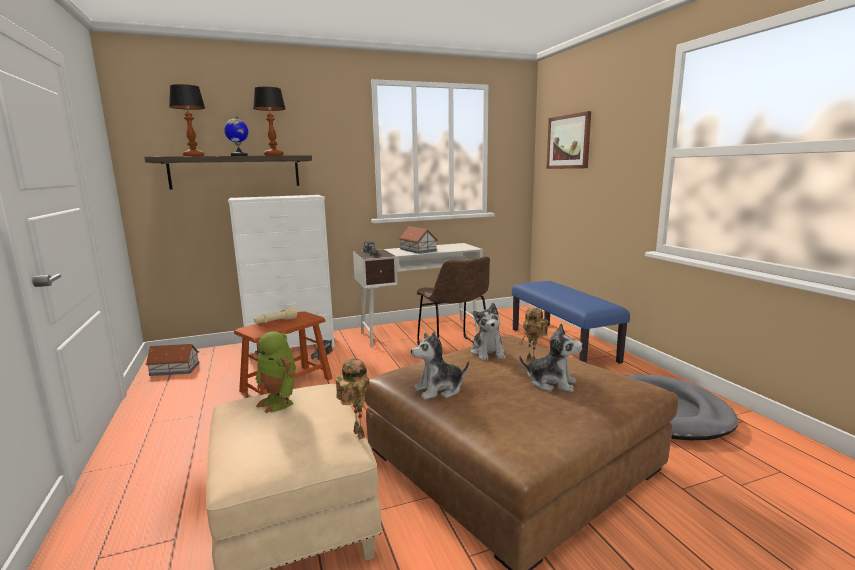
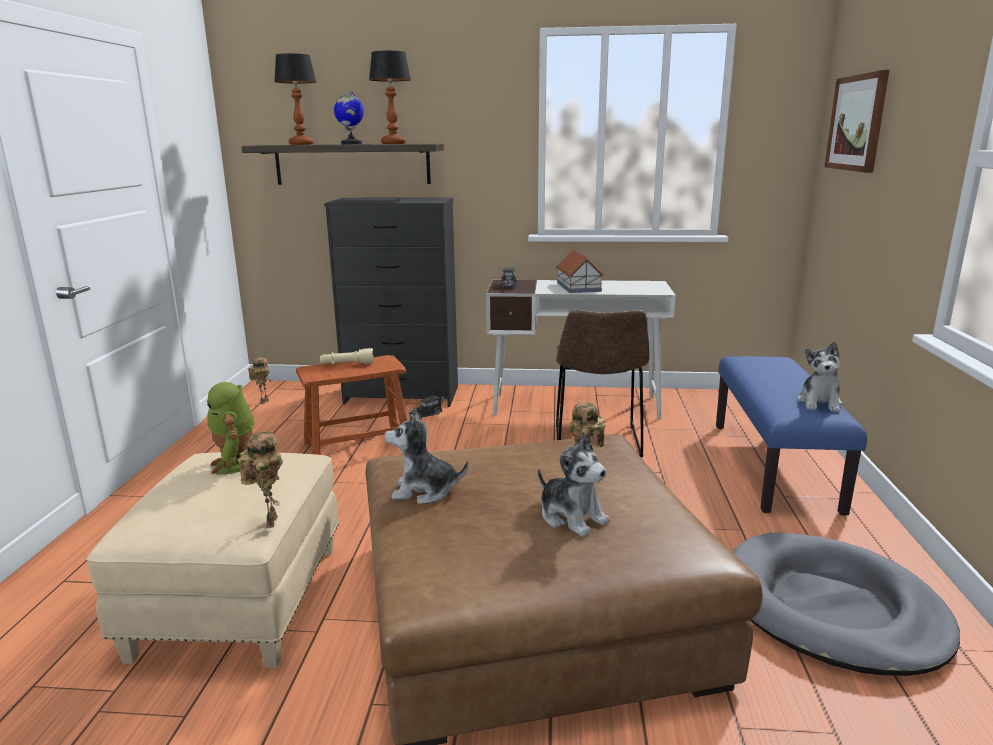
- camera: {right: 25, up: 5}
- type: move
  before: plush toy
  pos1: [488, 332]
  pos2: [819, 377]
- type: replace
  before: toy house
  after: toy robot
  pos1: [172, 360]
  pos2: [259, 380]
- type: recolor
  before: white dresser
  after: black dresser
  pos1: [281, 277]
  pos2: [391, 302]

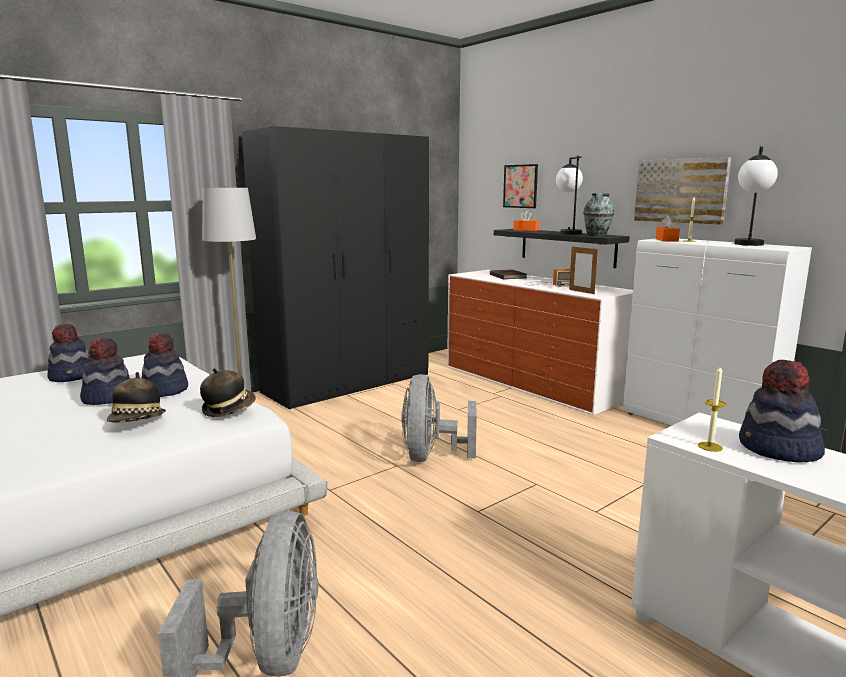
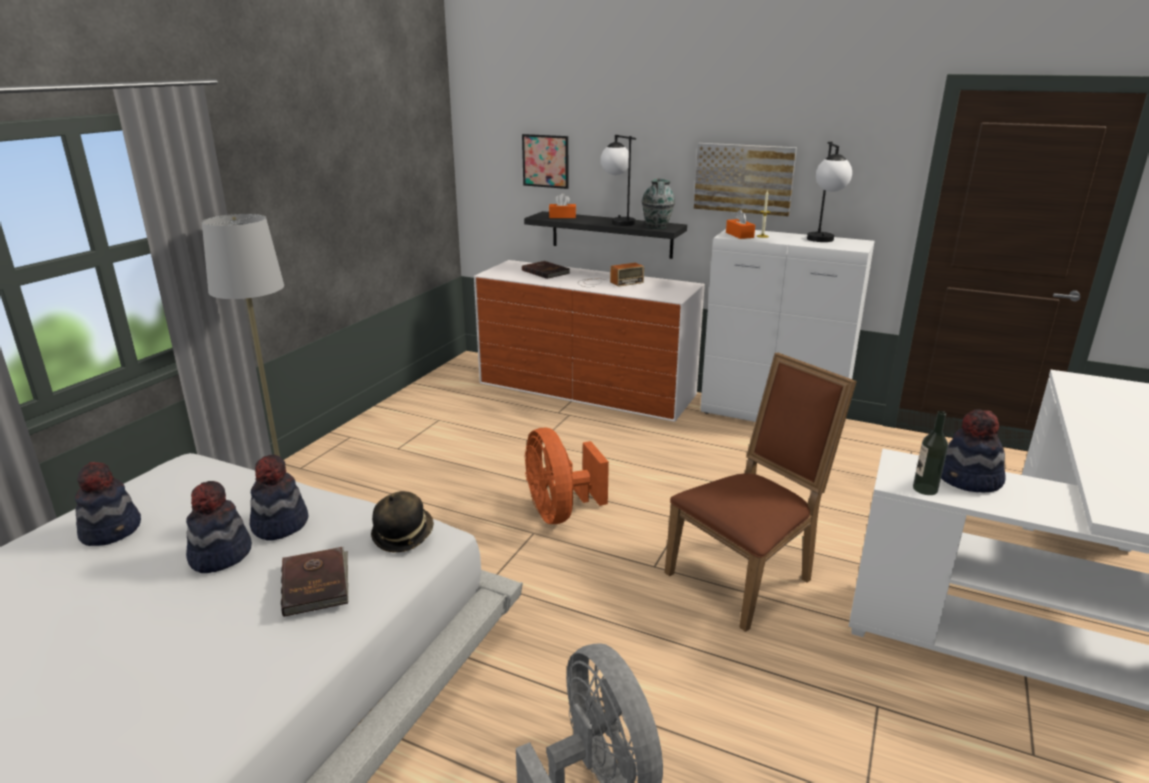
- camera: {right: -25, up: 10}
- type: delete
  before: black wardrobe
  pos1: [335, 268]
- type: delete
  before: picture frame
  pos1: [583, 269]
- type: insert
  after: brown chair
  pos2: [761, 492]
- type: replace
  before: hat
  after: brown book
  pos1: [136, 397]
  pos2: [314, 581]
- type: replace
  before: candle
  after: bottle
  pos1: [712, 409]
  pos2: [930, 453]
- type: recolor
  before: grey fan
  after: orange fan
  pos1: [439, 418]
  pos2: [567, 476]

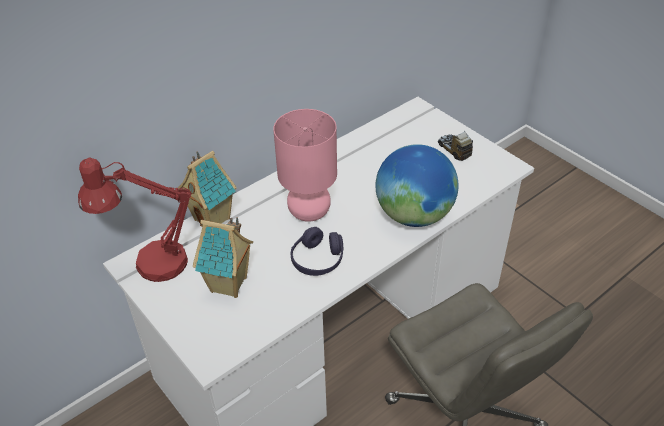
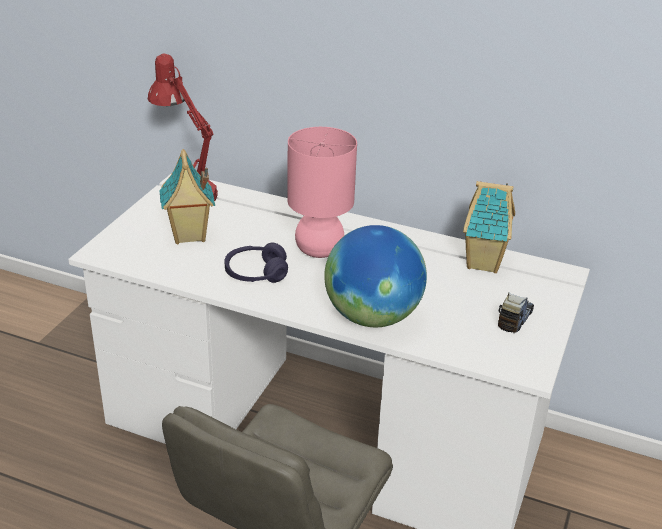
- camera: {right: 60, up: -10}
- type: move
  before: toy house
  pos1: [207, 189]
  pos2: [489, 227]

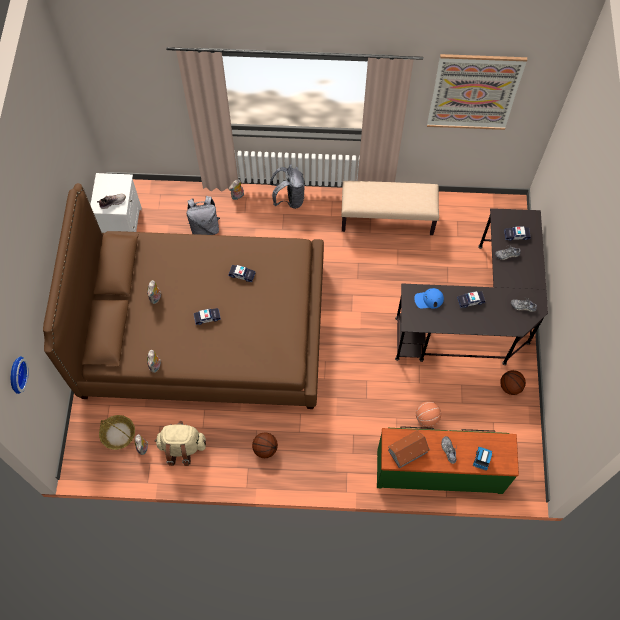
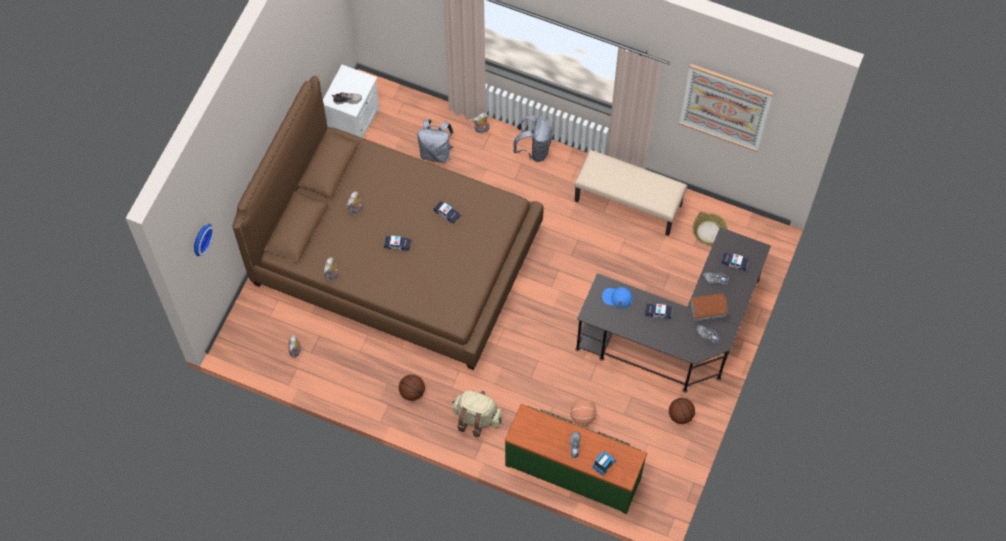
- camera: {right: 20, up: 0}
- type: move
  before: basket
  pos1: [117, 432]
  pos2: [710, 228]
- type: move
  before: beige backpack
  pos1: [180, 443]
  pos2: [477, 413]
- type: move
  before: toy house
  pos1: [409, 449]
  pos2: [709, 307]

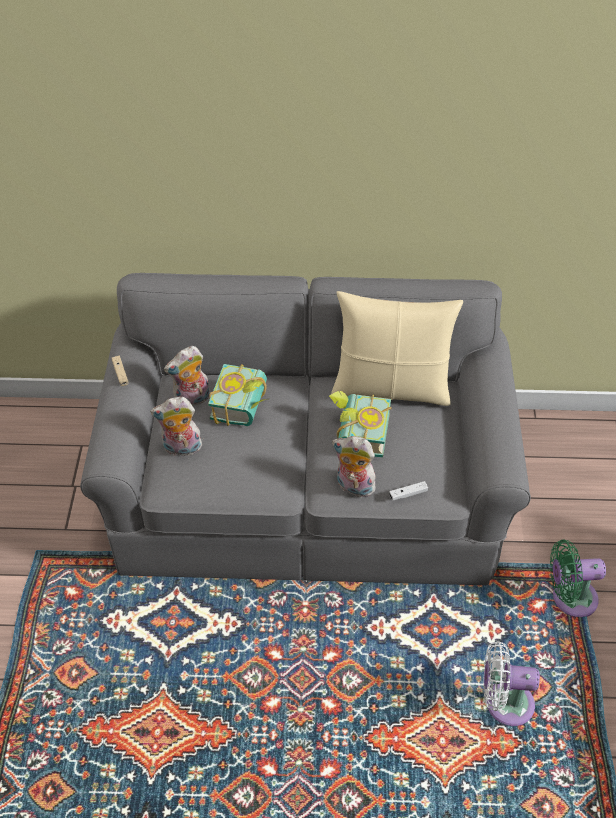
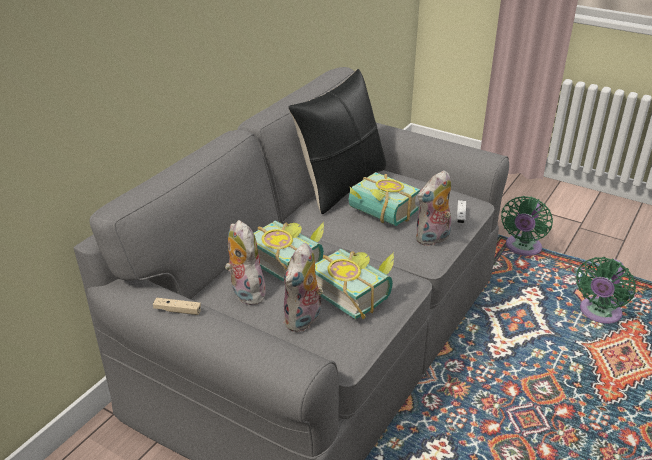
- camera: {right: -60, up: -15}
- type: insert
  after: book
  pos2: [354, 284]
- type: recolor
  before: beige pillow
  after: black pillow
  pos1: [397, 348]
  pos2: [337, 142]
- type: recolor
  before: white fan
  after: green fan
  pos1: [511, 683]
  pos2: [606, 290]
- type: rotate
  before: plush toy
  pos1: [187, 375]
  pos2: [245, 262]
  turn: 150

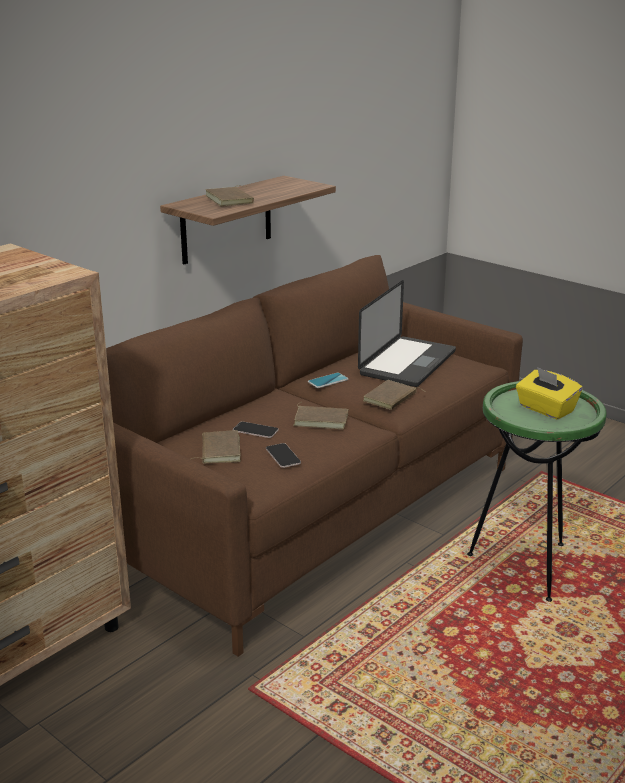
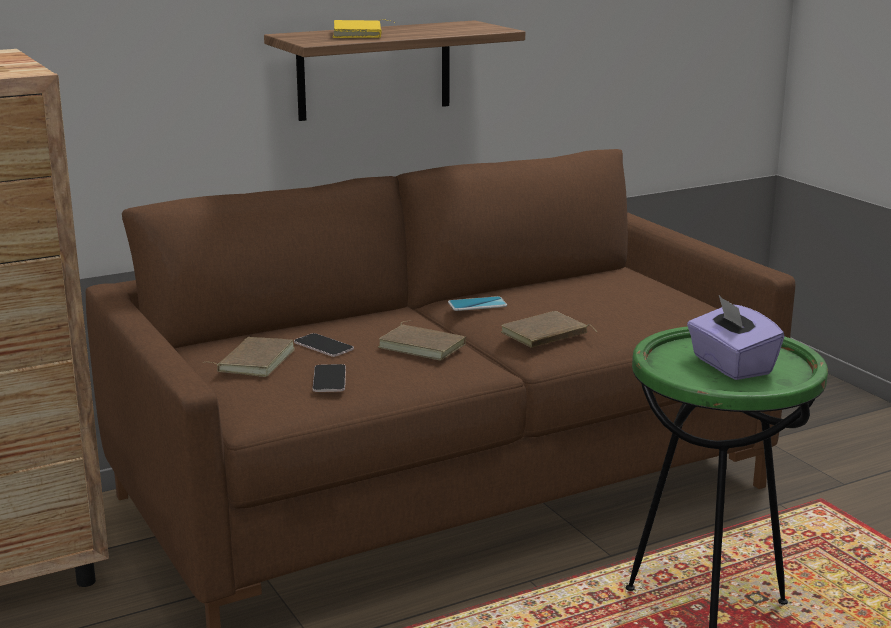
- camera: {right: 20, up: -5}
- type: delete
  before: laptop
  pos1: [407, 333]
- type: recolor
  before: brown book
  after: yellow book
  pos1: [230, 196]
  pos2: [363, 28]
- type: recolor
  before: yellow tissue box
  after: purple tissue box
  pos1: [549, 393]
  pos2: [736, 338]

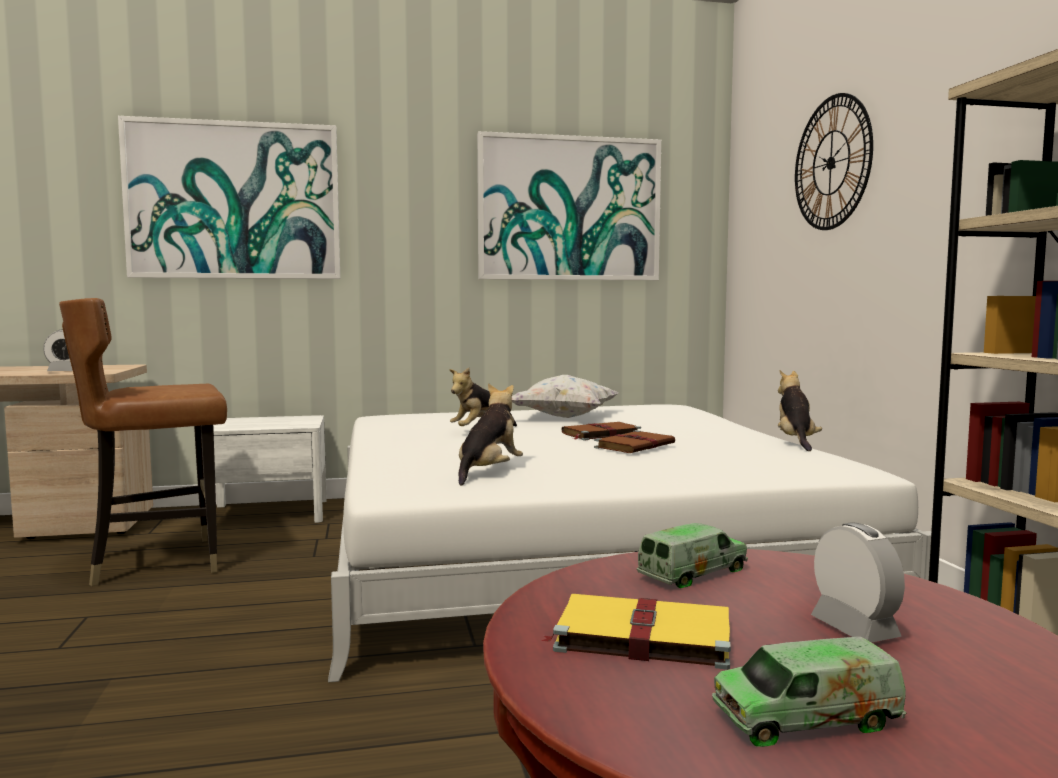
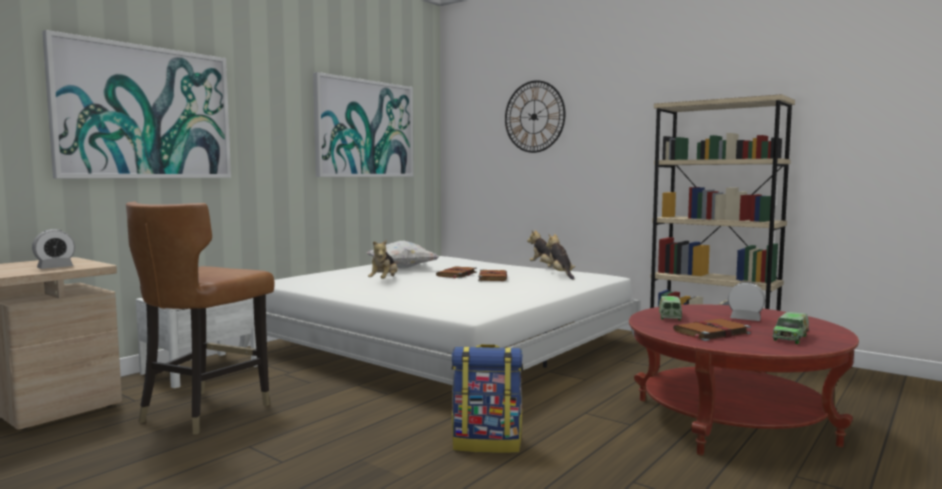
- camera: {right: -40, up: 0}
- type: insert
  after: backpack
  pos2: [487, 398]
- type: move
  before: plush toy
  pos1: [490, 434]
  pos2: [560, 257]
- type: recolor
  before: yellow book
  after: brown book
  pos1: [636, 632]
  pos2: [712, 330]

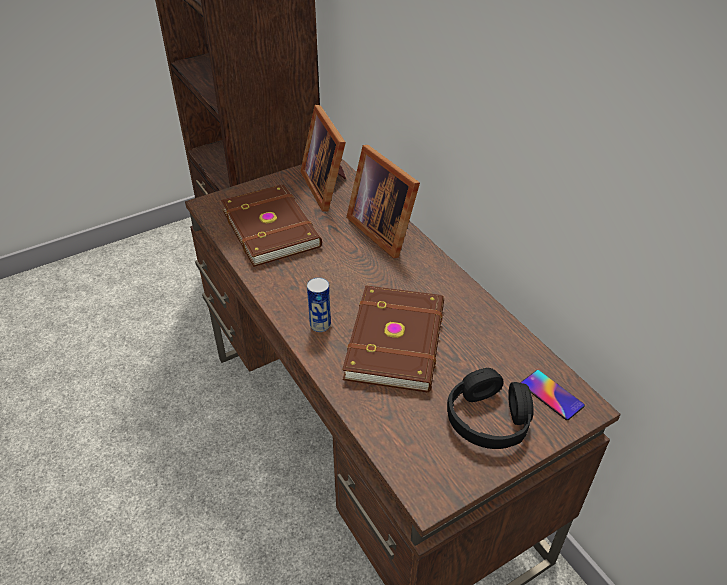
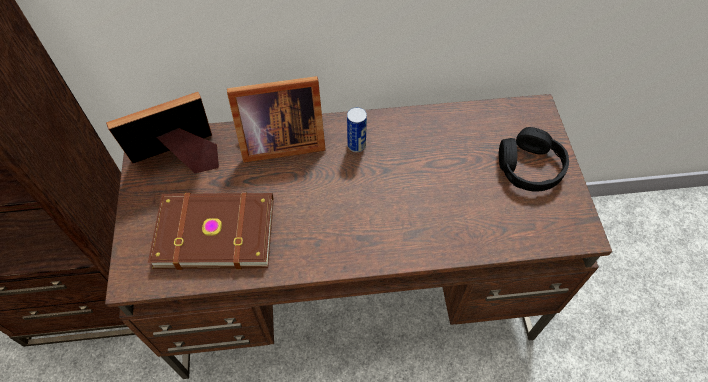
- camera: {right: -65, up: 15}
- type: delete
  before: brown book
  pos1: [393, 338]
- type: delete
  before: phone
  pos1: [552, 395]
- type: move
  before: can
  pos1: [319, 304]
  pos2: [357, 129]
- type: rotate
  before: picture frame
  pos1: [323, 158]
  pos2: [162, 132]
  turn: 150

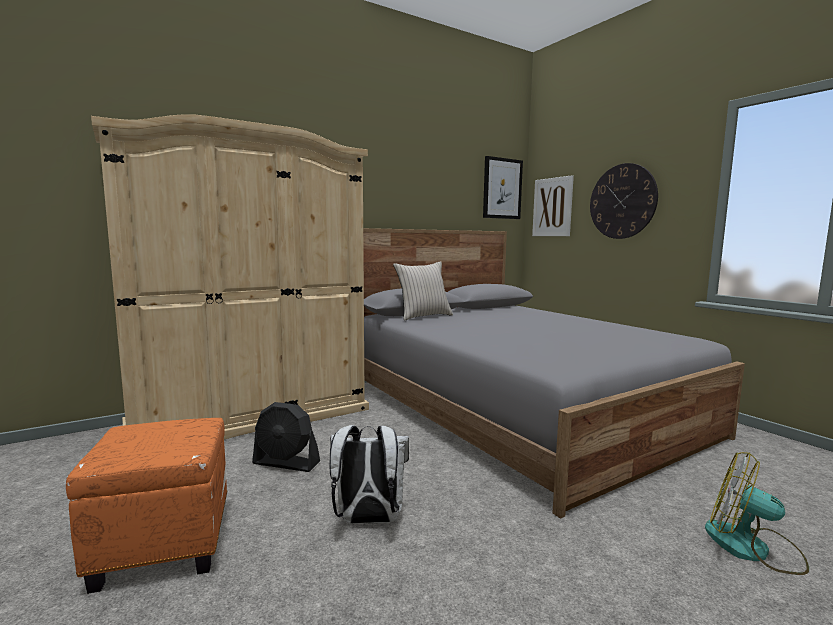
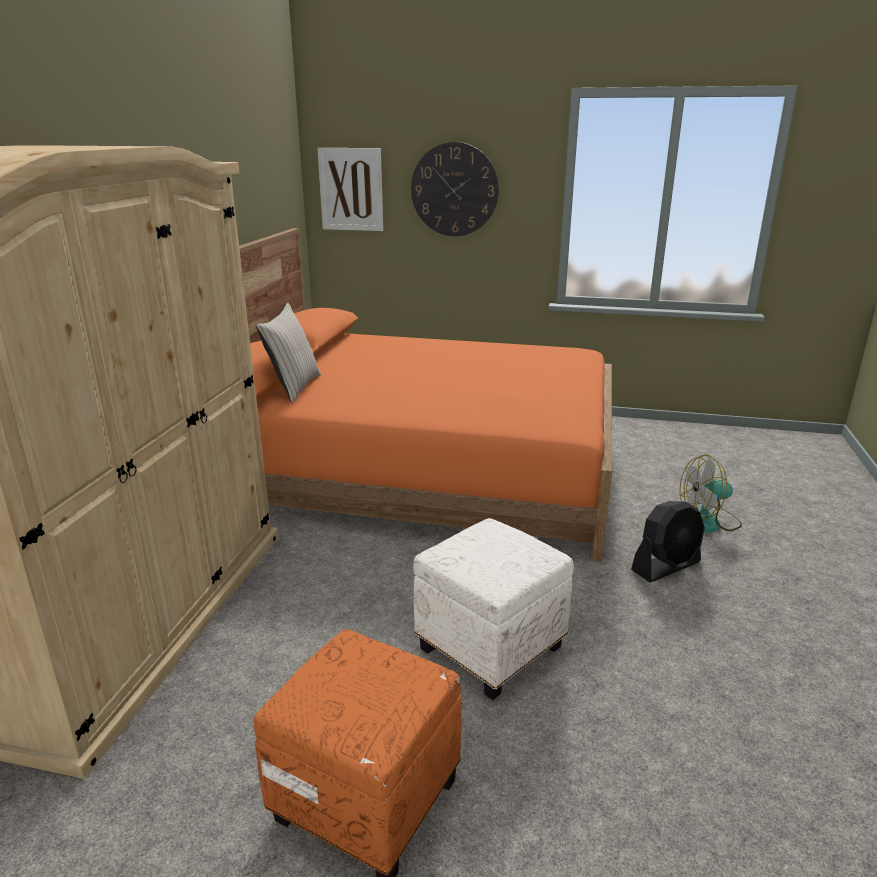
- camera: {right: -45, up: 15}
- type: delete
  before: picture
  pos1: [503, 187]
- type: move
  before: black fan
  pos1: [286, 437]
  pos2: [668, 541]
- type: replace
  before: white backpack
  after: white ottoman
  pos1: [369, 474]
  pos2: [493, 609]
- type: recolor
  before: grey bed
  after: orange bed
  pos1: [554, 373]
  pos2: [425, 395]

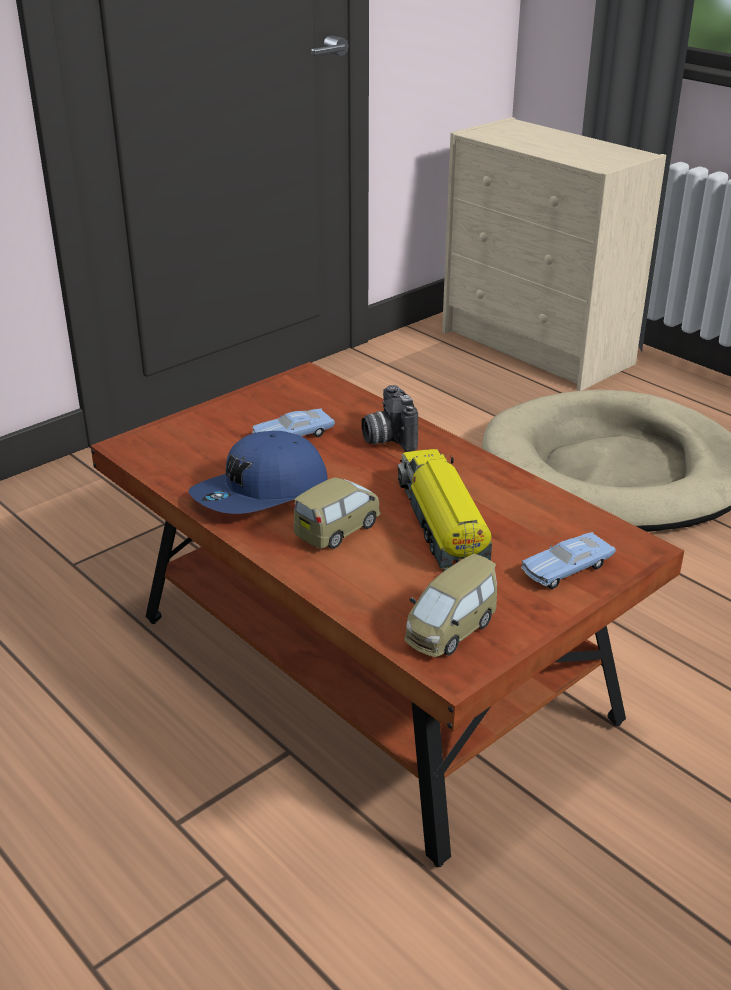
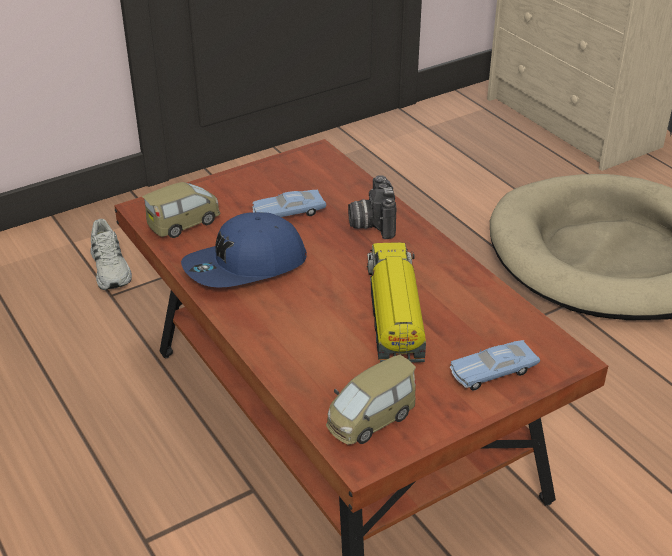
- camera: {right: 10, up: 5}
- type: insert
  after: white shoe
  pos2: [111, 254]
- type: move
  before: toy car
  pos1: [337, 513]
  pos2: [181, 210]

